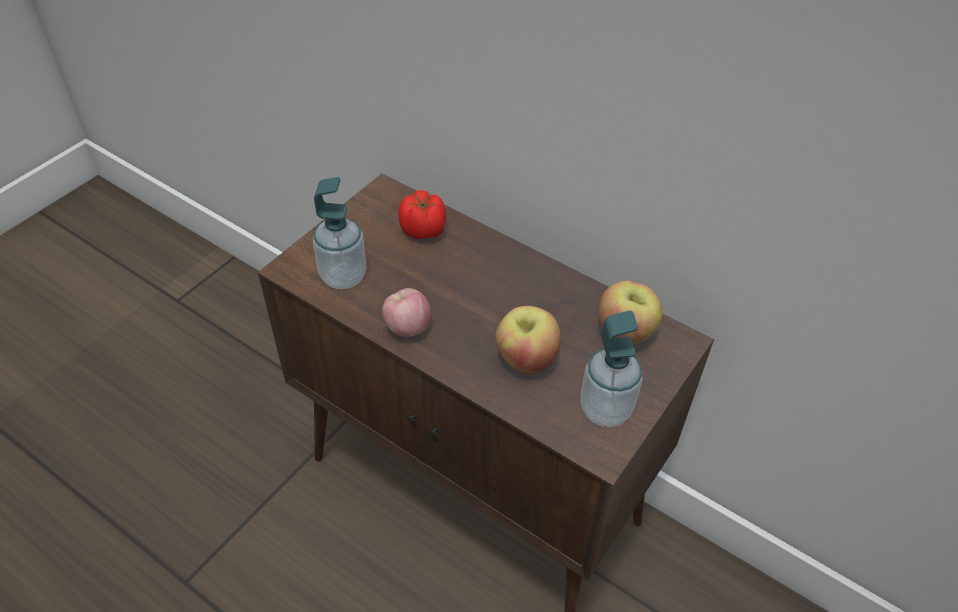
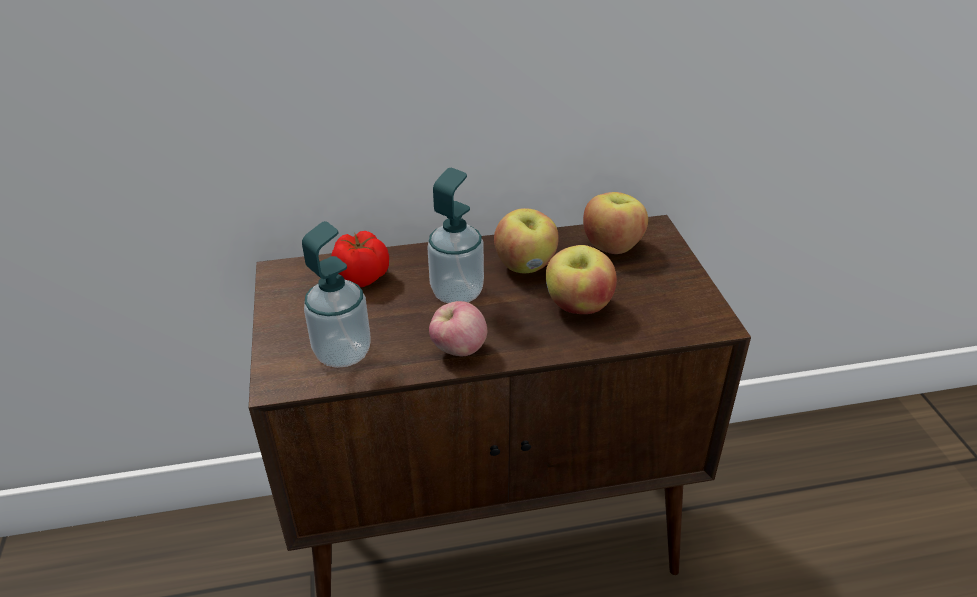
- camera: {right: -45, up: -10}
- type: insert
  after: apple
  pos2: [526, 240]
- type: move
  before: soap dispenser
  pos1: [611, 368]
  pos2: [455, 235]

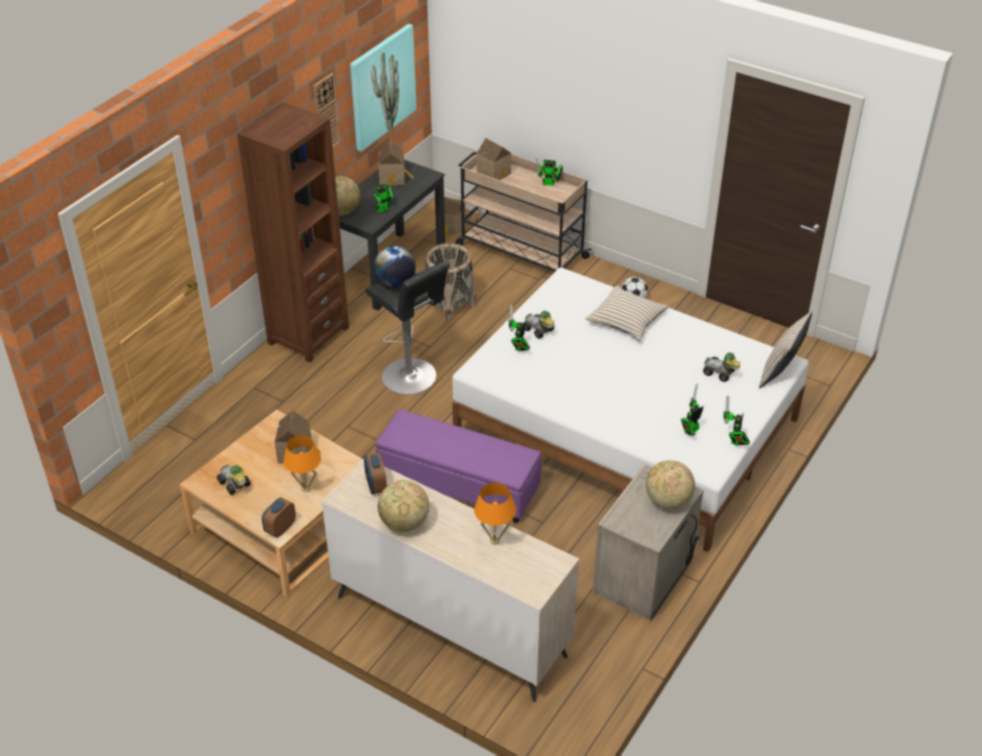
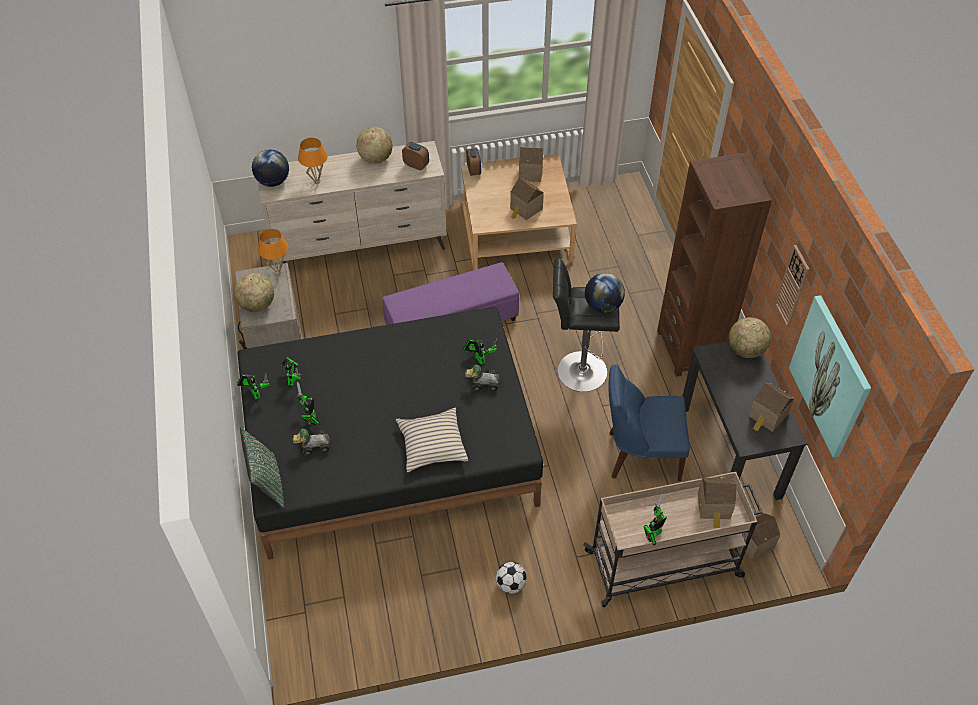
- camera: {right: 135, up: 10}
- type: insert
  after: globe
  pos2: [270, 168]
- type: move
  before: orange table lamp
  pos1: [302, 463]
  pos2: [273, 251]
- type: move
  before: toy robot
  pos1: [384, 198]
  pos2: [308, 403]
- type: replace
  before: toy car
  after: toy house
  pos1: [234, 480]
  pos2: [531, 164]
- type: replace
  before: basket
  after: blue chair
  pos1: [450, 282]
  pos2: [649, 422]
- type: recolor
  before: white bed
  after: black bed
  pos1: [630, 409]
  pos2: [390, 433]
- type: recolor
  before: beige pillow
  after: green pillow
  pos1: [785, 350]
  pos2: [262, 467]

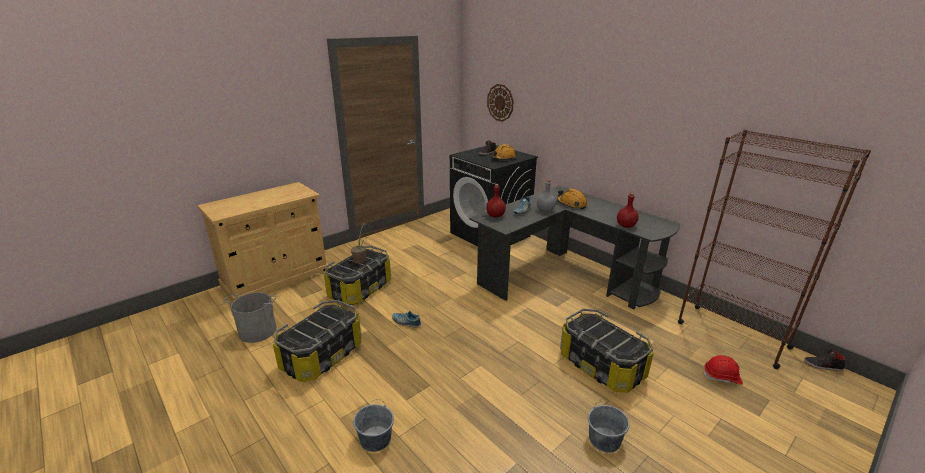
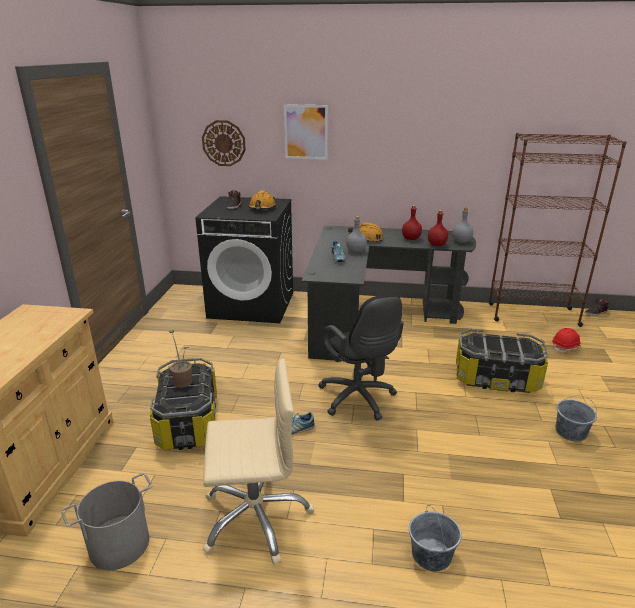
- camera: {right: -40, up: 0}
- type: insert
  after: picture
  pos2: [306, 132]
- type: insert
  after: black office chair
  pos2: [361, 358]
- type: insert
  after: grey bottle
  pos2: [462, 225]
- type: move
  before: red bottle
  pos1: [496, 200]
  pos2: [412, 222]
- type: replace
  before: storage box
  after: beige office chair
  pos1: [317, 341]
  pos2: [258, 462]

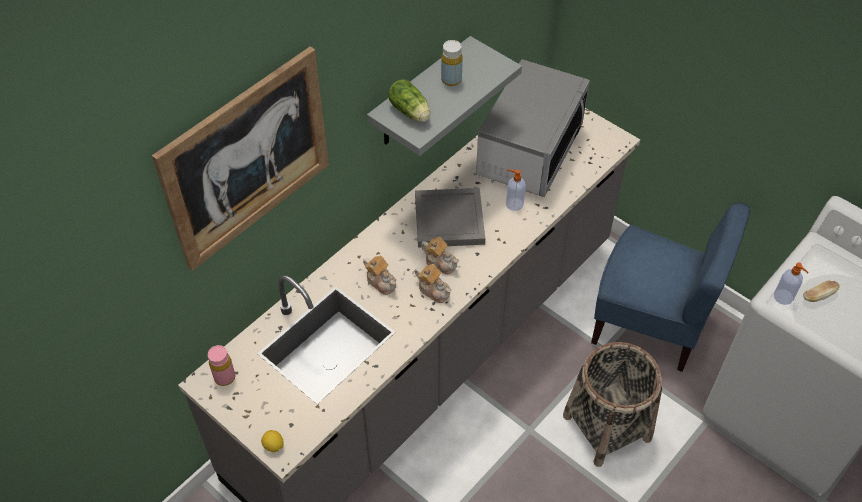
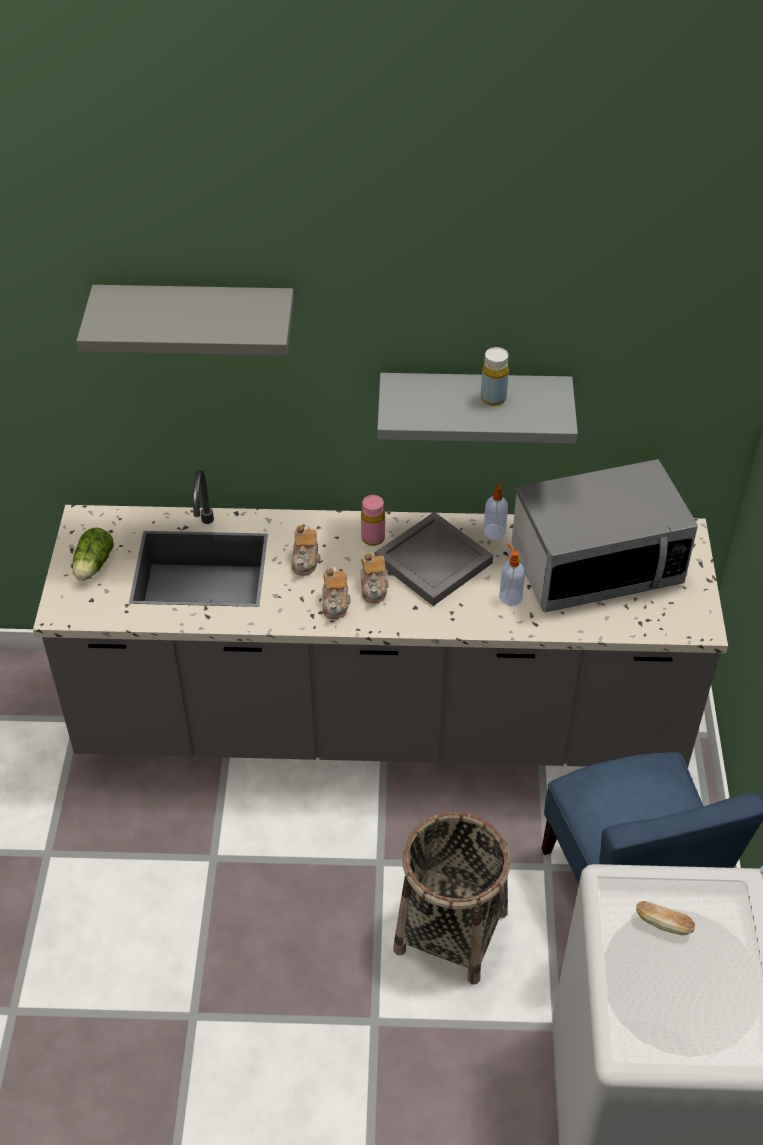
- camera: {right: 50, up: -5}
- type: delete
  before: lemon
  pos1: [272, 441]
- type: move
  before: pink bottle
  pos1: [221, 365]
  pos2: [373, 520]
- type: move
  before: lettuce
  pos1: [409, 101]
  pos2: [93, 554]
- type: move
  before: soap dispenser
  pos1: [791, 284]
  pos2: [496, 512]
- type: replace
  before: picture
  after: grey shelf
  pos1: [240, 158]
  pos2: [185, 320]

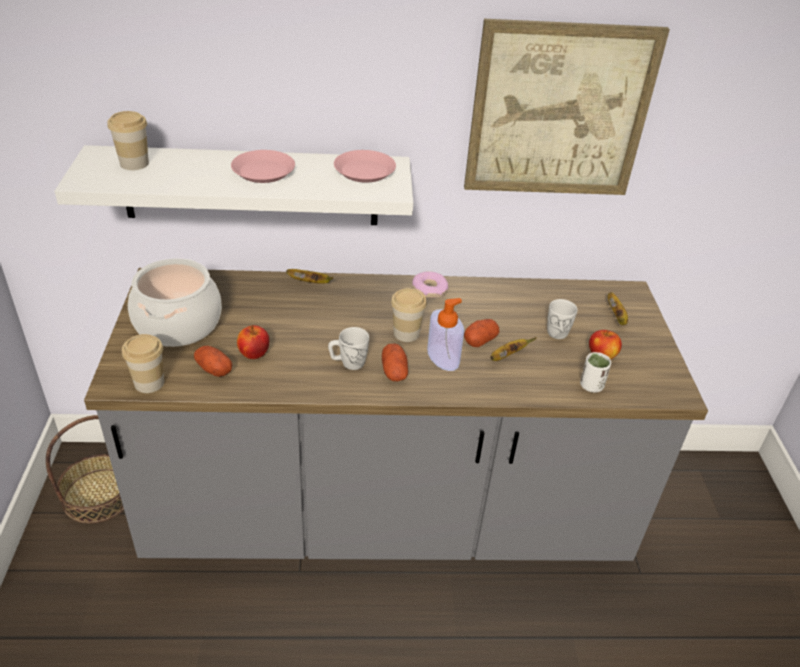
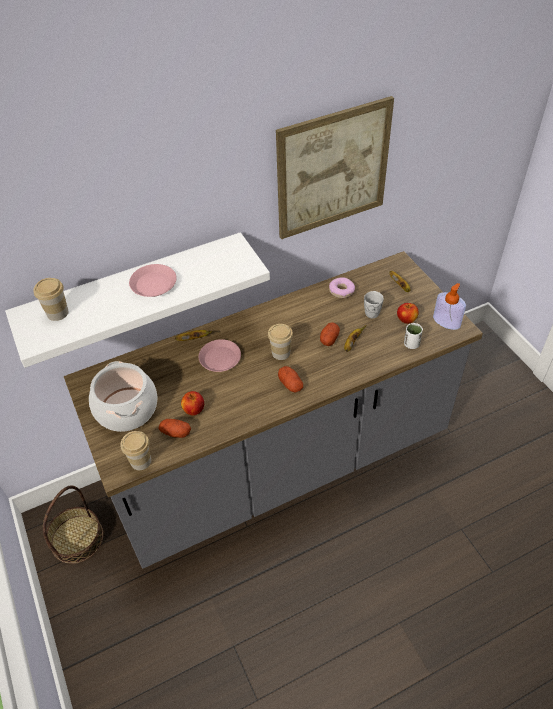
- camera: {right: -20, up: 10}
- type: delete
  before: white mug
  pos1: [348, 348]
- type: move
  before: pink plate
  pos1: [365, 166]
  pos2: [220, 355]
- type: move
  before: donut
  pos1: [430, 284]
  pos2: [342, 287]
- type: move
  before: soap dispenser
  pos1: [445, 334]
  pos2: [449, 306]

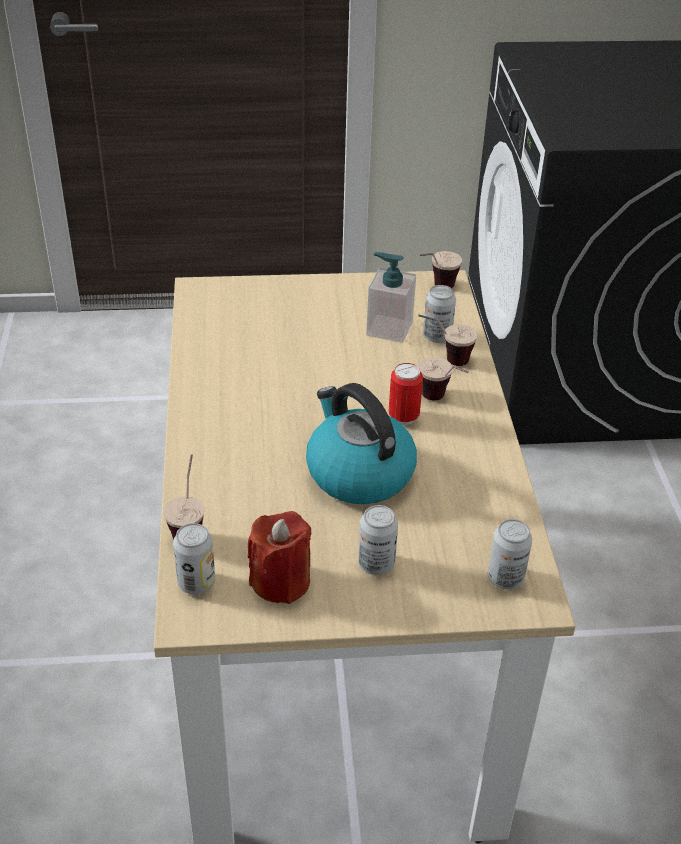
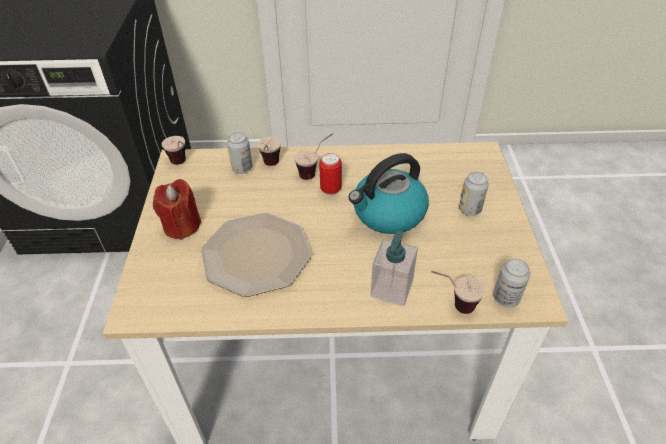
- camera: {right: -85, up: 5}
- type: delete
  before: can
  pos1: [510, 554]
- type: insert
  after: plate
  pos2: [256, 255]
- type: move
  before: red candle
  pos1: [279, 557]
  pos2: [177, 209]
- type: move
  before: soap dispenser
  pos1: [391, 297]
  pos2: [394, 268]

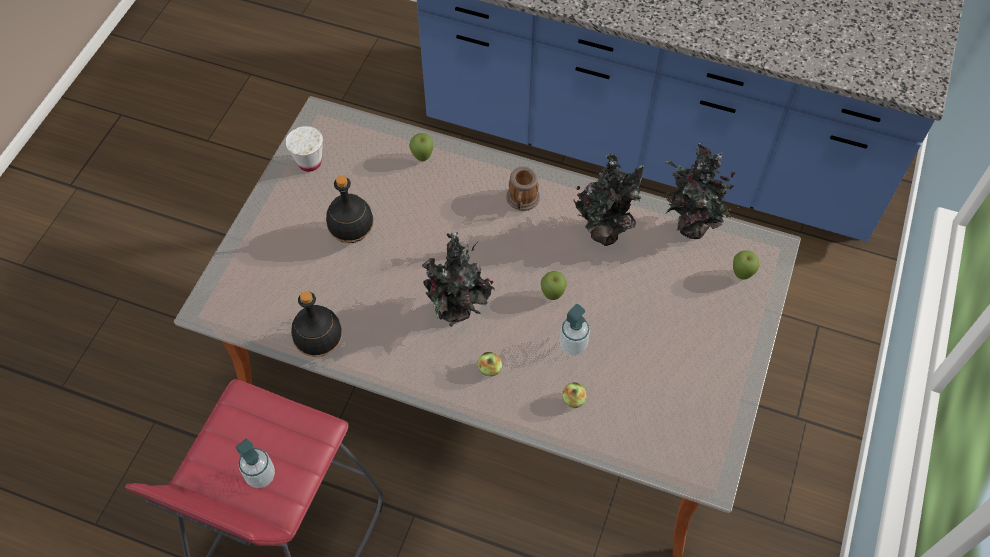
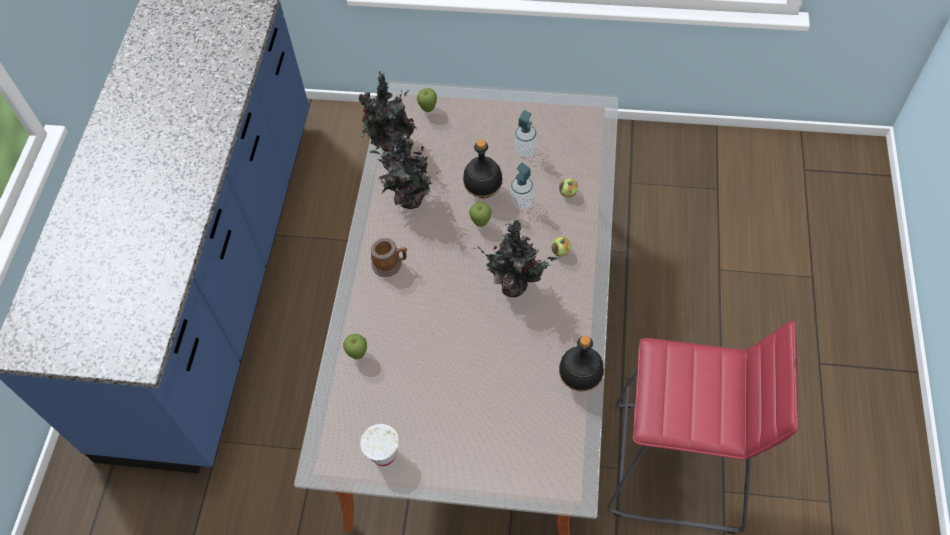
- camera: {right: -100, up: 0}
- type: move
  before: soap dispenser
  pos1: [255, 463]
  pos2: [526, 133]
- type: move
  before: black bottle
  pos1: [350, 209]
  pos2: [483, 169]

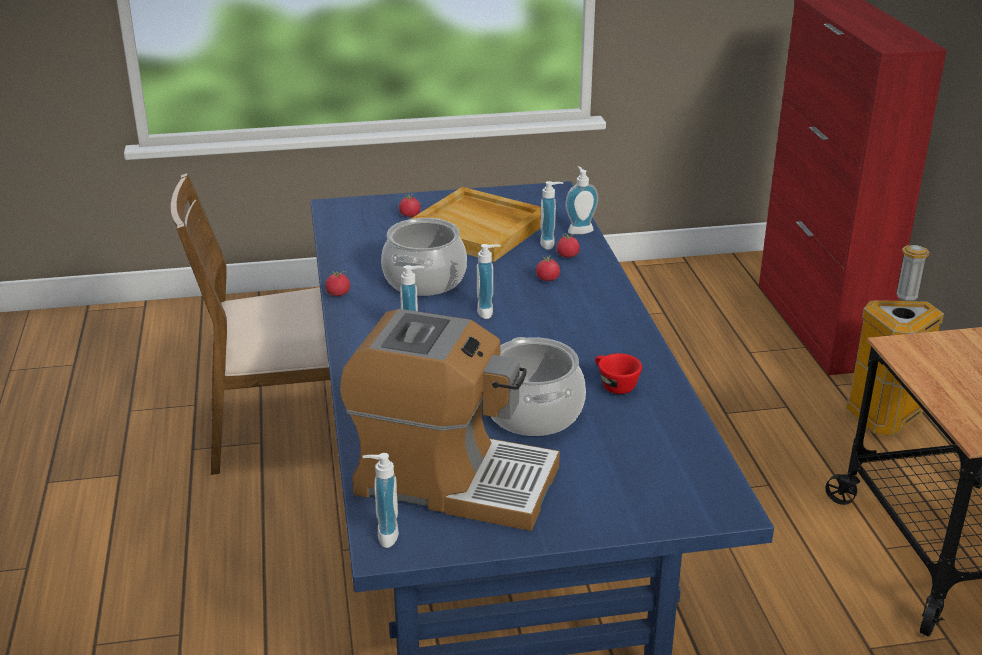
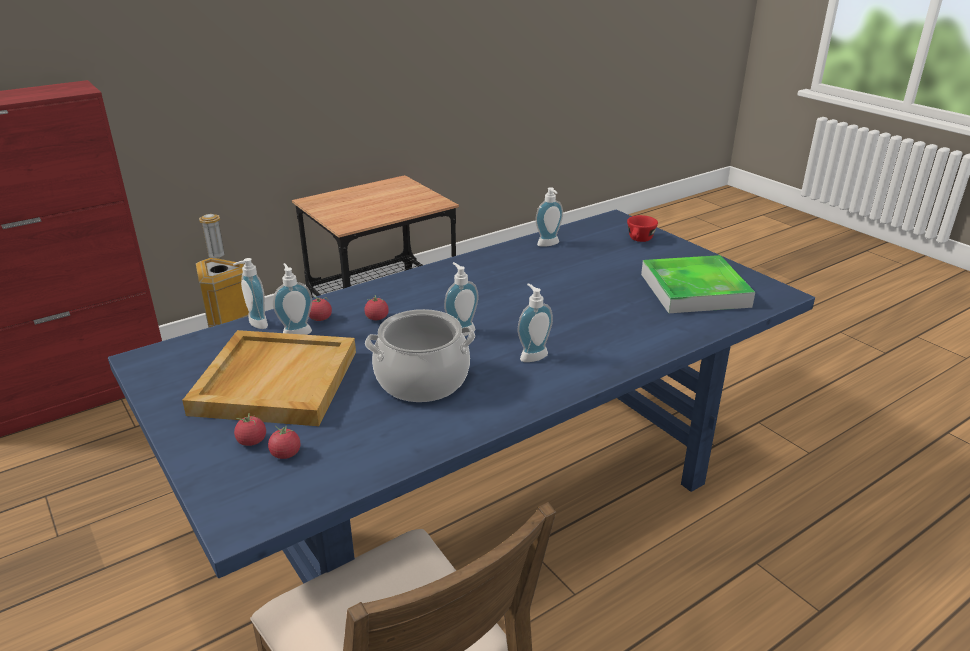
- camera: {right: -115, up: 0}
- type: delete
  before: cooking pot
  pos1: [538, 386]
- type: move
  before: tomato
  pos1: [337, 283]
  pos2: [284, 441]
- type: move
  before: soap dispenser
  pos1: [381, 500]
  pos2: [549, 217]
- type: move
  before: red cup
  pos1: [618, 373]
  pos2: [642, 228]
- type: replace
  before: coffee machine
  after: tray
  pos1: [450, 420]
  pos2: [698, 284]

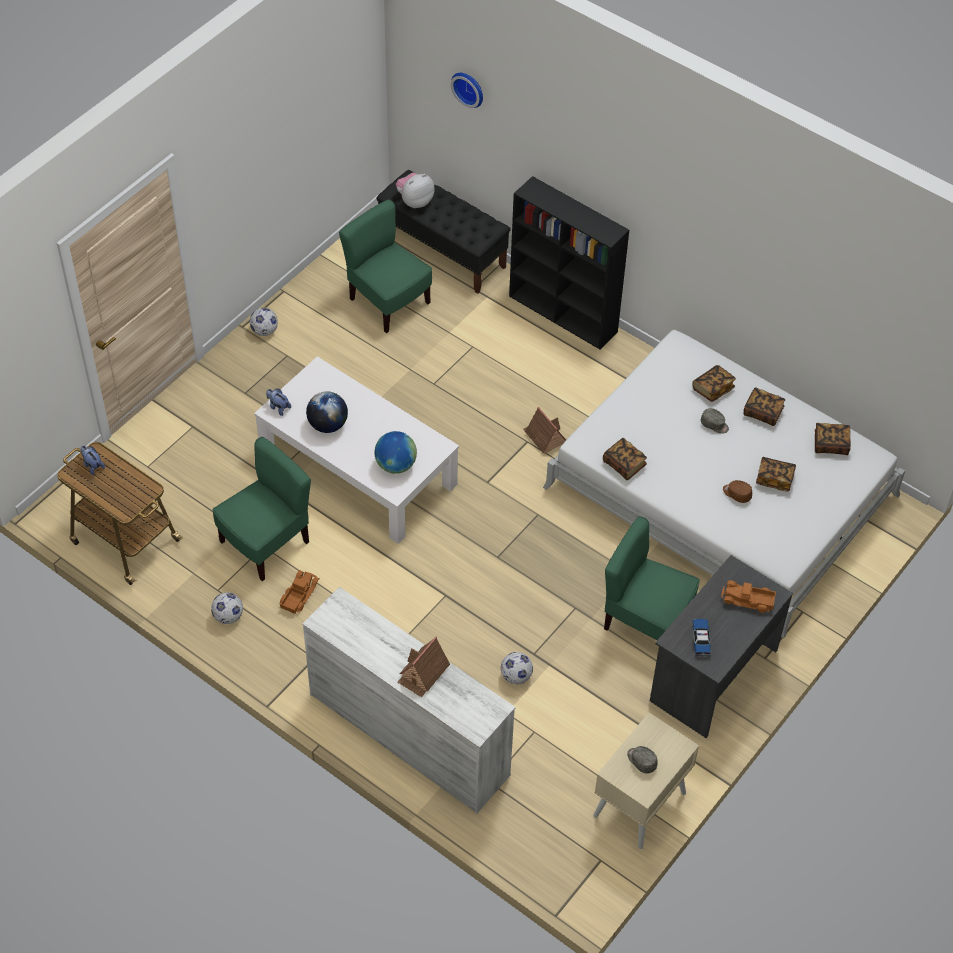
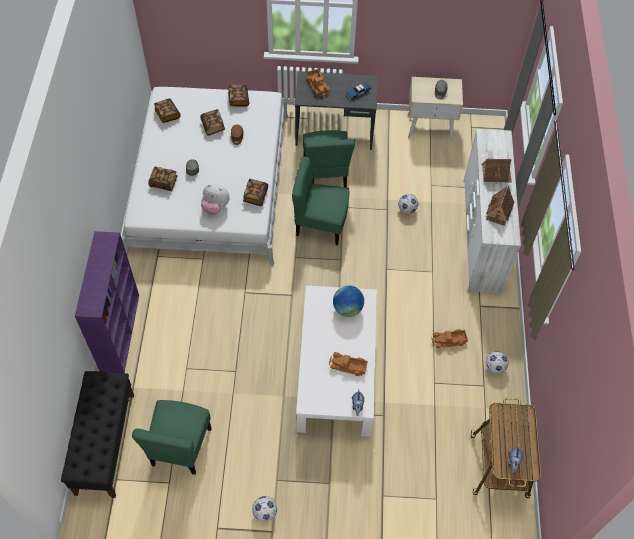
- camera: {right: -125, up: 5}
- type: delete
  before: wall clock
  pos1: [467, 90]
- type: move
  before: green chair
  pos1: [261, 509]
  pos2: [320, 201]
- type: move
  before: plush toy
  pos1: [415, 190]
  pos2: [215, 199]
- type: move
  before: toy house
  pos1: [544, 430]
  pos2: [500, 205]
- type: move
  before: book
  pos1: [764, 406]
  pos2: [238, 96]
- type: replace
  before: globe
  after: toy truck
  pos1: [327, 412]
  pos2: [348, 364]
- type: recolor
  before: black bookcase
  after: purple bookcase
  pos1: [569, 263]
  pos2: [107, 302]

